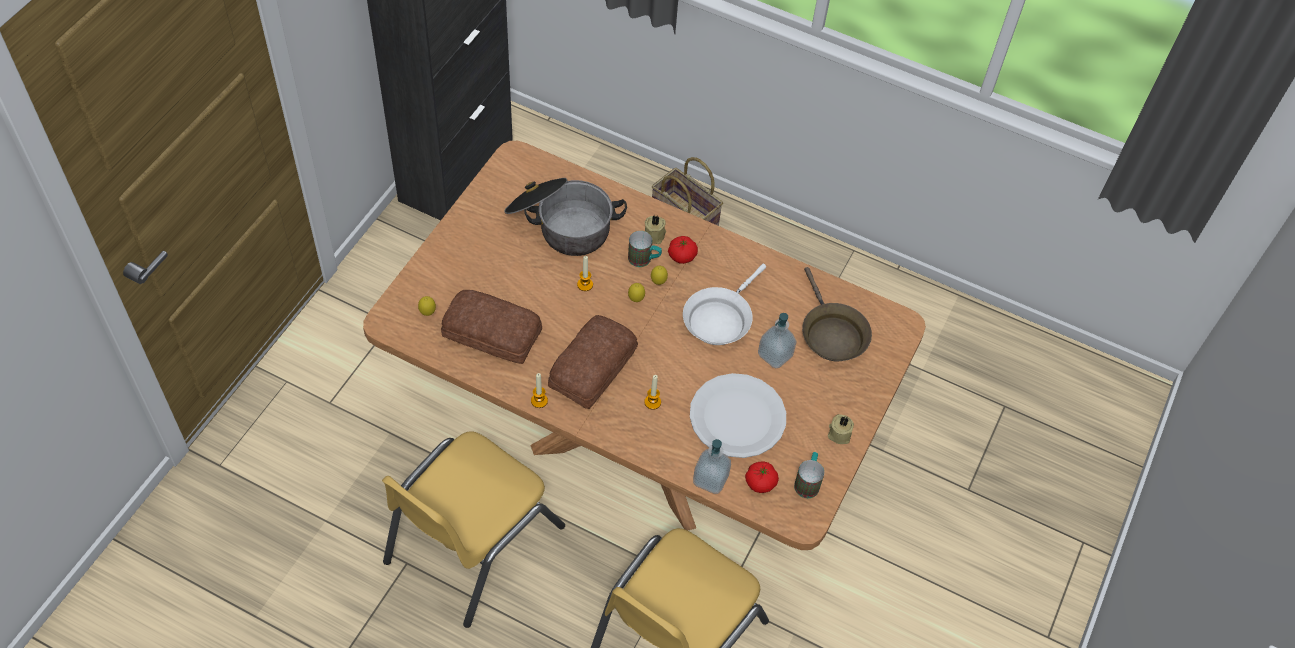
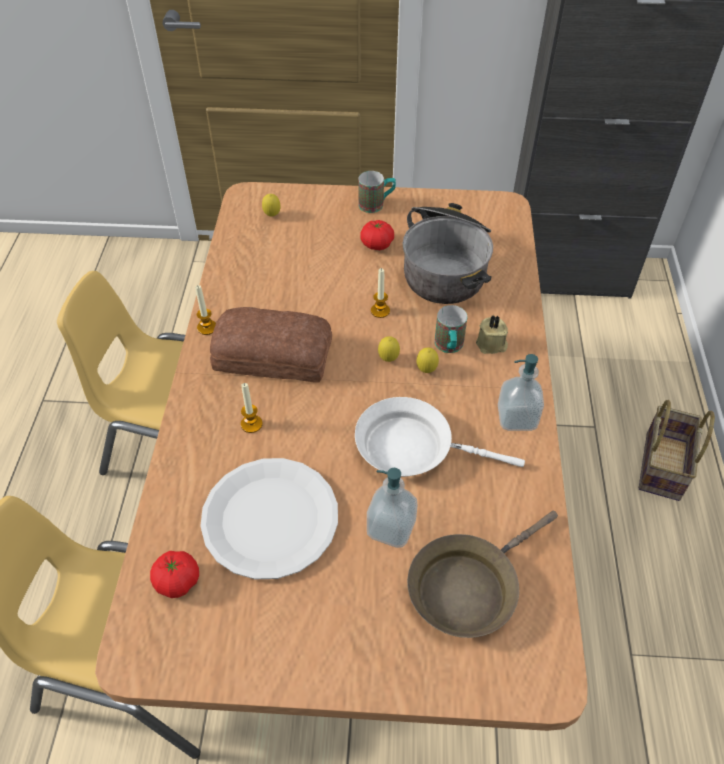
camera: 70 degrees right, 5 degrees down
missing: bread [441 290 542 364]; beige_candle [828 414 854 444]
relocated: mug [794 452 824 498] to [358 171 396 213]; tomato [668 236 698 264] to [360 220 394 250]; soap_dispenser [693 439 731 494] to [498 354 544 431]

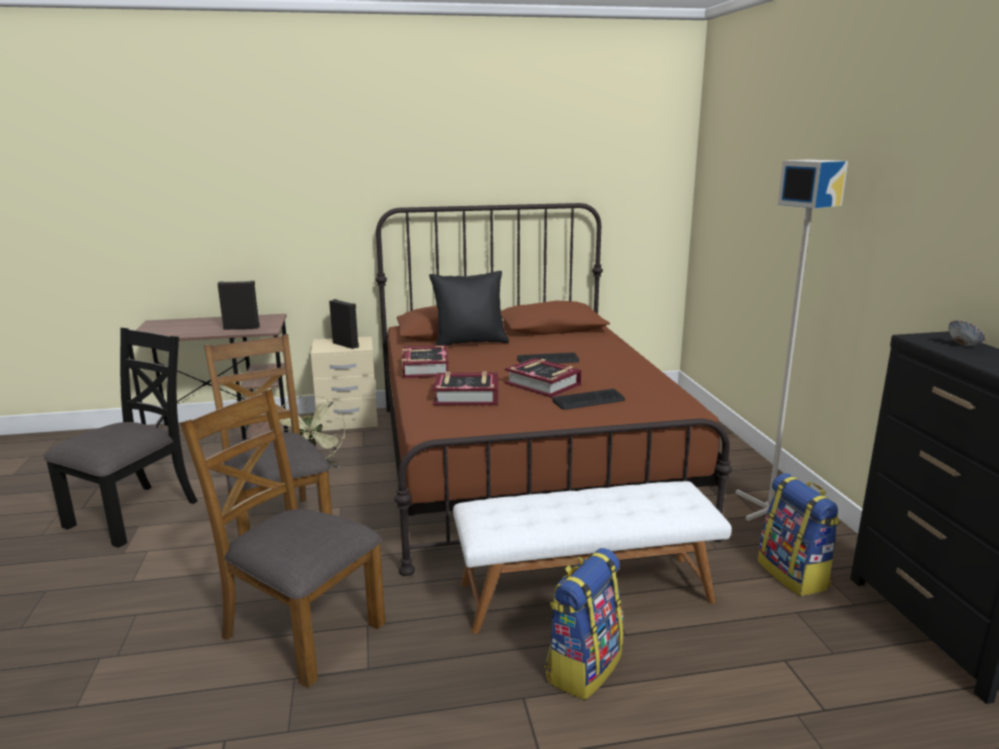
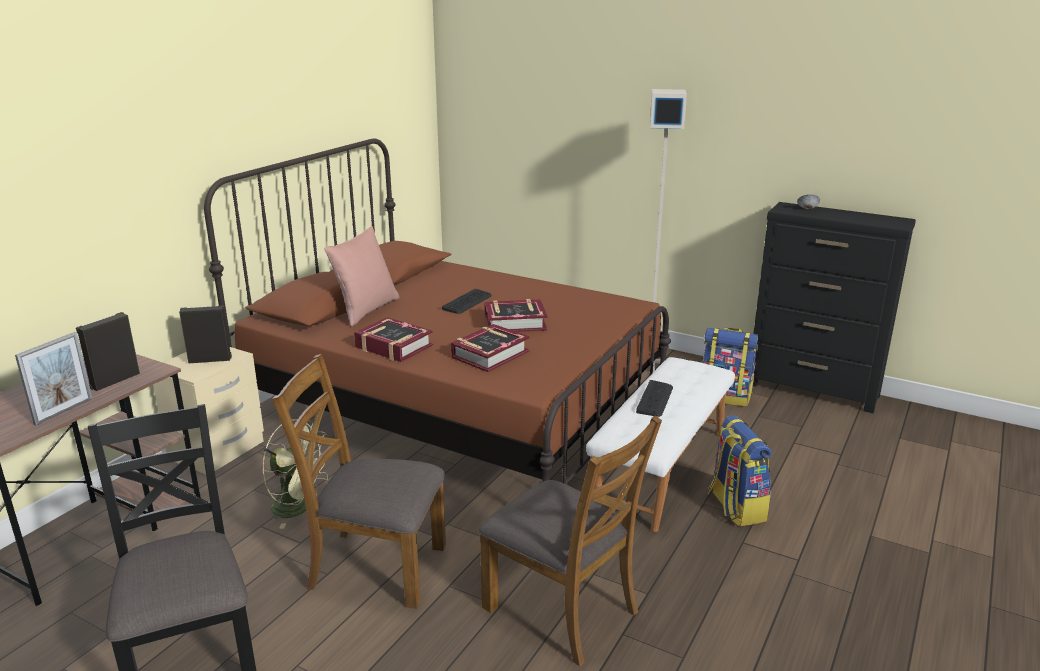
camera: 50 degrees left, 5 degrees up
appeared: picture_frame [15 332 93 426]
relocated: keyboard [553 389 625 410] to [636 380 673 417]
colour: black_pillow [429 271 509 346] to pink_pillow [324 226 399 326]
spun: brown_chair [180 389 385 688] = [478 415 662 666] 120 degrees counterclockwise

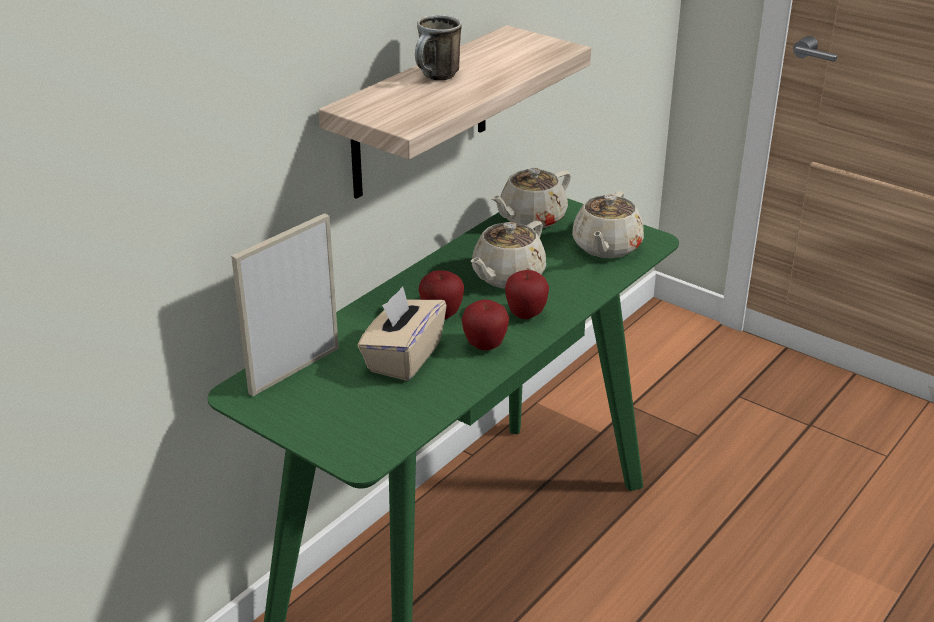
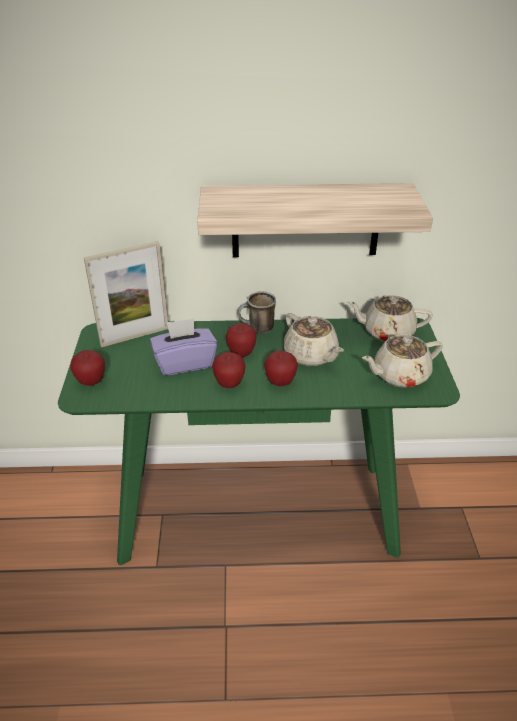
camera: 50 degrees right, 5 degrees up
appeared: apple [70 350 105 386]
relocated: mug [415 15 462 80] to [238 291 276 334]
colour: beige_tissue_box [357 286 447 381] to purple_tissue_box [150 318 217 375]
spun: picture_frame [231 213 339 396] = [84 241 168 347] 150 degrees clockwise; beige_teapot [471 221 546 289] = [284 313 344 366] 120 degrees counterclockwise

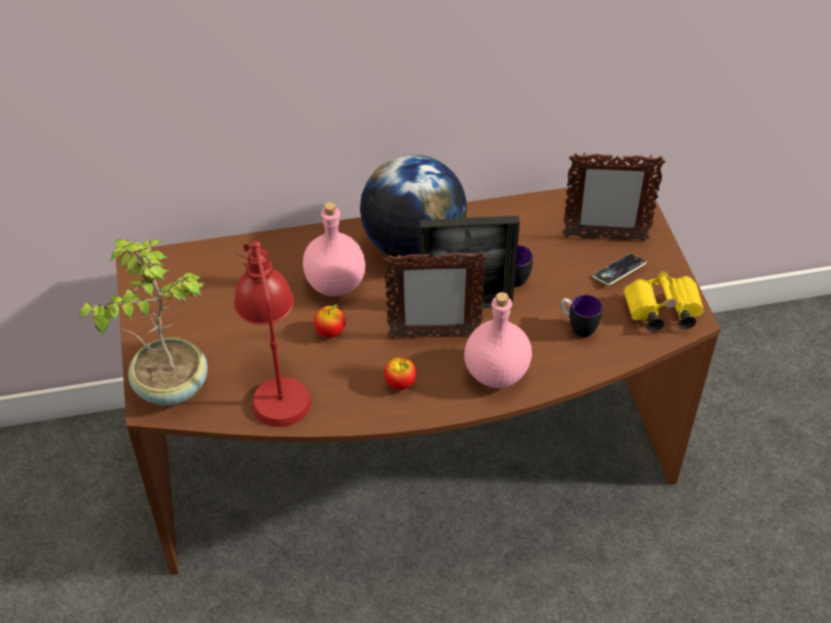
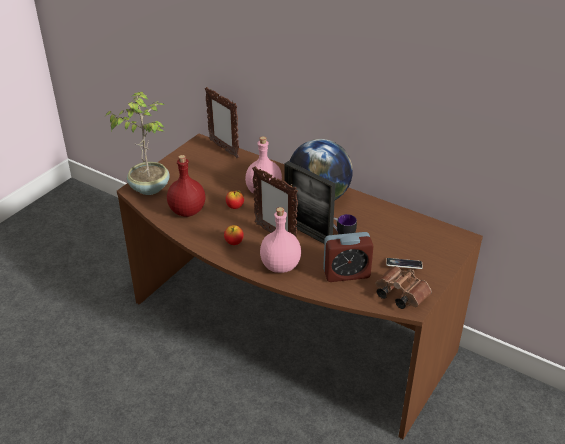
camera: 45 degrees right, 10 degrees down
relocated: picture_frame [563 153 665 241] to [205 87 239 158]
exchanged: red_table_lamp [234 241 311 427] to red_bottle [167 155 206 217]; mug [560 295 602 338] to alarm_clock [323 232 374 282]
colour: yellow_binoculars [623 271 704 331] to brown_binoculars [375 266 432 309]

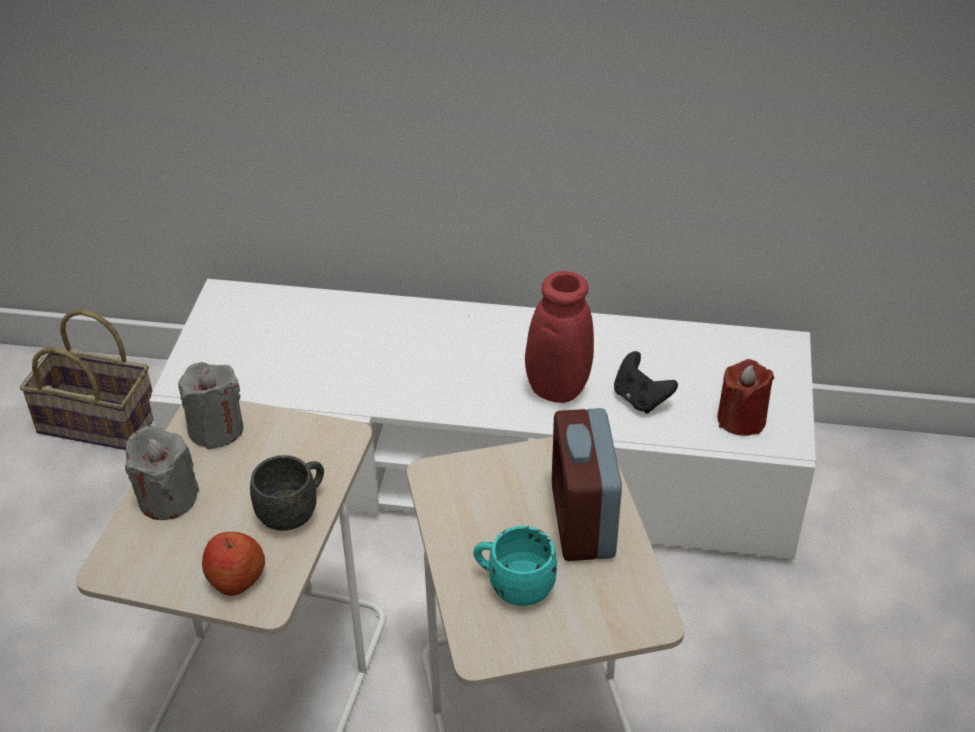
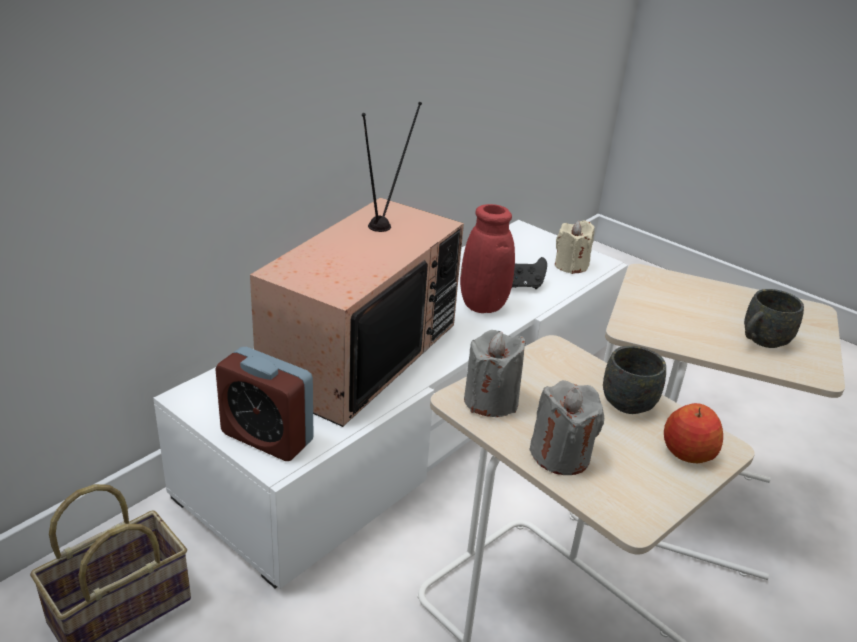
camera: 60 degrees left, 10 degrees down
appeared: television [250 102 464 427]
relocated: alarm_clock [552 408 622 561] to [215 347 313 461]
colour: red_candle [717 359 774 436] to beige_candle [555 220 595 274]; turquoise_mug [473 526 557 606] to grey_mug [744 289 804 348]

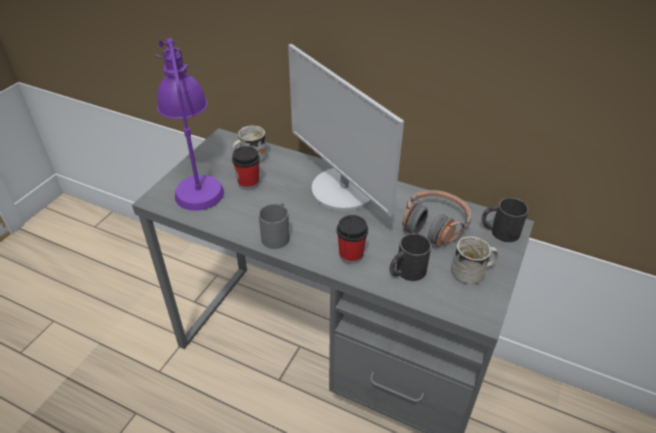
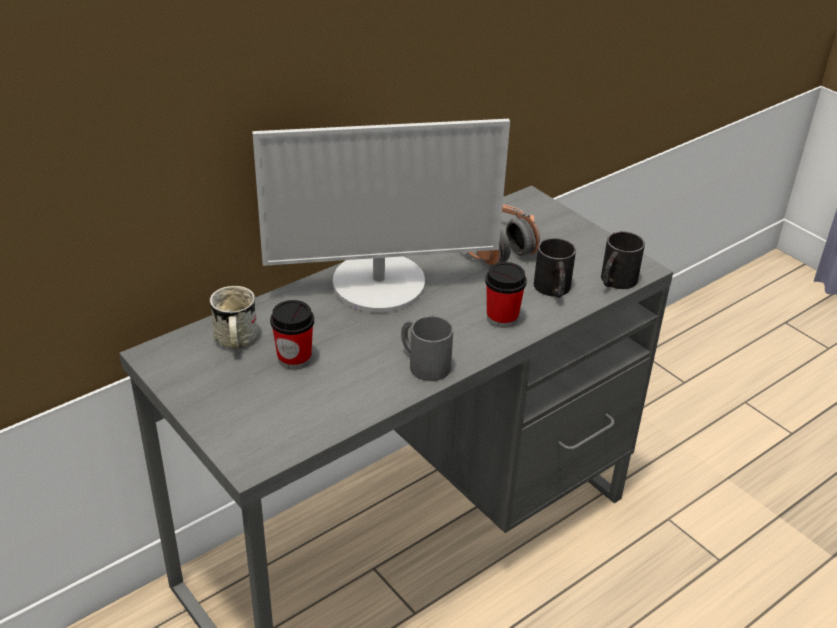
camera: 65 degrees left, 5 degrees down
missing: purple_table_lamp [154 38 224 211]; white_mug [451 236 498 284]
relocated: black_mug [482 198 529 242] to [601 231 645 289]

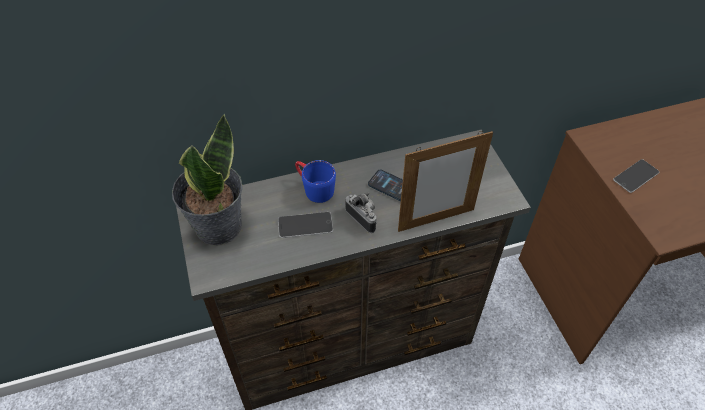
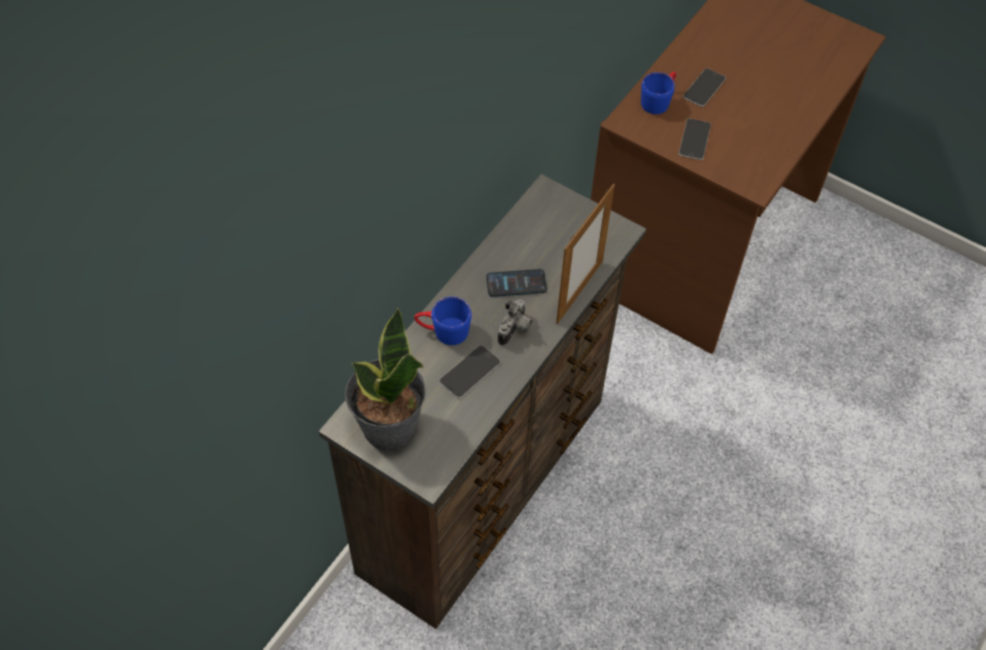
camera: 40 degrees left, 5 degrees up
appeared: blue_mug [641 72 676 114]; phone [683 68 726 107]
spun: photo_camera [345 192 377 233] = [498 299 532 346] 105 degrees clockwise

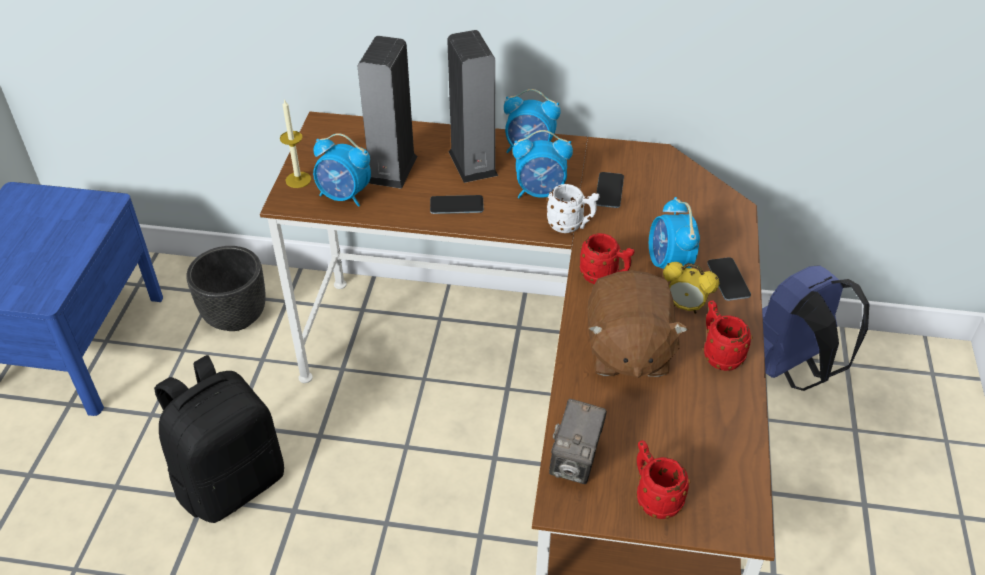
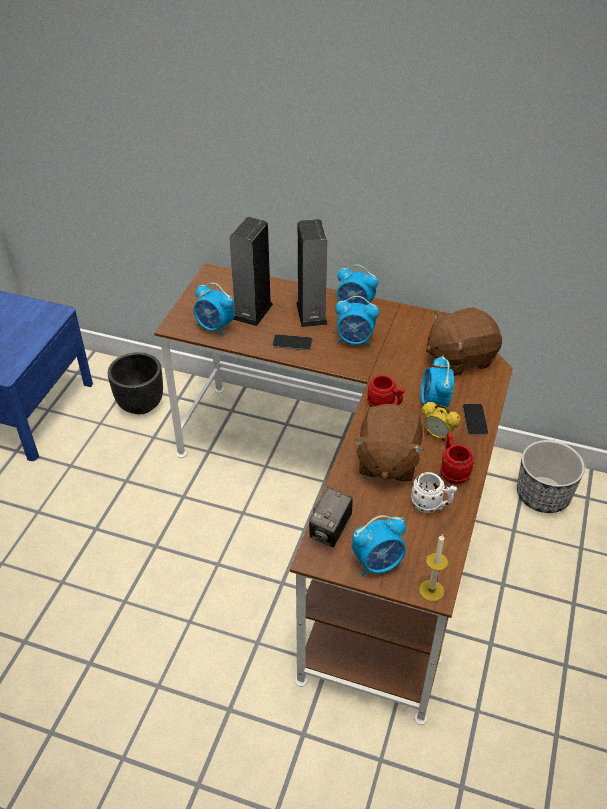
camera: 10 degrees right, 0 degrees up
missing: black_backpack [154 355 284 523]; phone [596 172 624 208]
appeared: brown_plush_toy [426 307 502 376]
relocated: white_mug [547 184 599 233] to [411 472 457 513]; candle [280 99 311 188] to [419 535 448 601]
exchanged: red_mug [636 440 690 519] to alarm_clock [352 515 406 576]; blue_backpack [762 266 869 391] to planter [517 440 585 513]

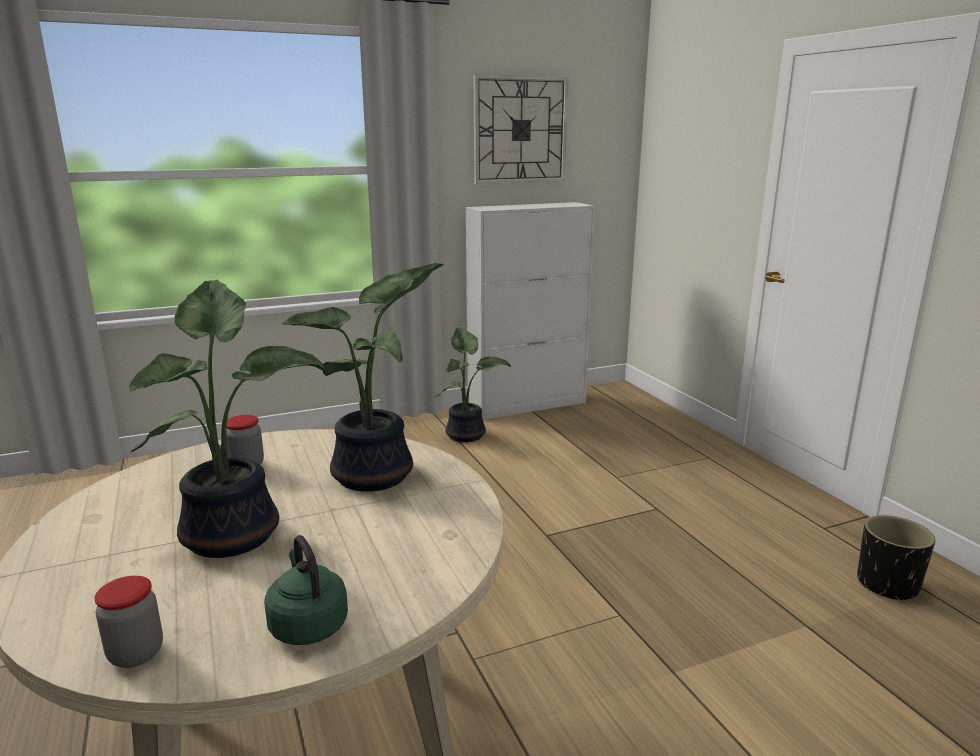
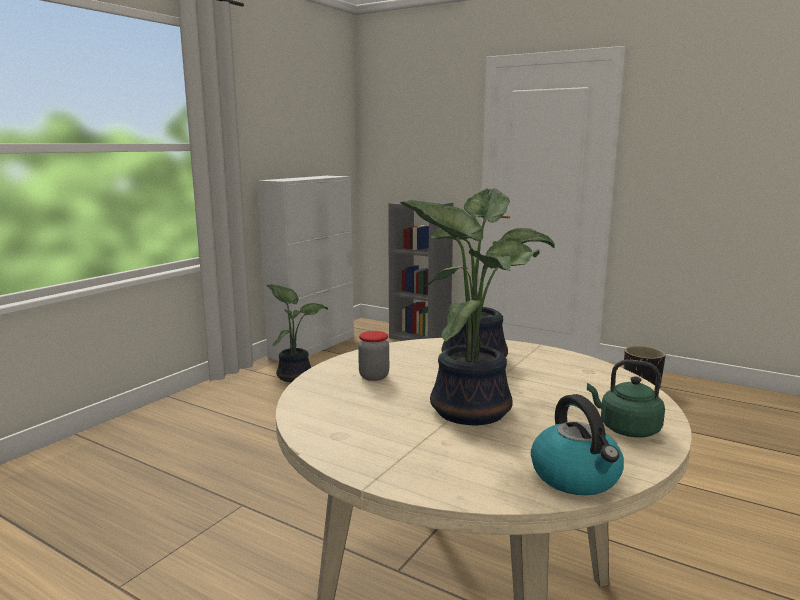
camera: 35 degrees left, 5 degrees down
missing: wall_clock [474 74 569 184]
appeared: grey_bookcase [388 200 454 341]
exchanged: jar [94 576 163 668] to kettle [531 394 624 495]

